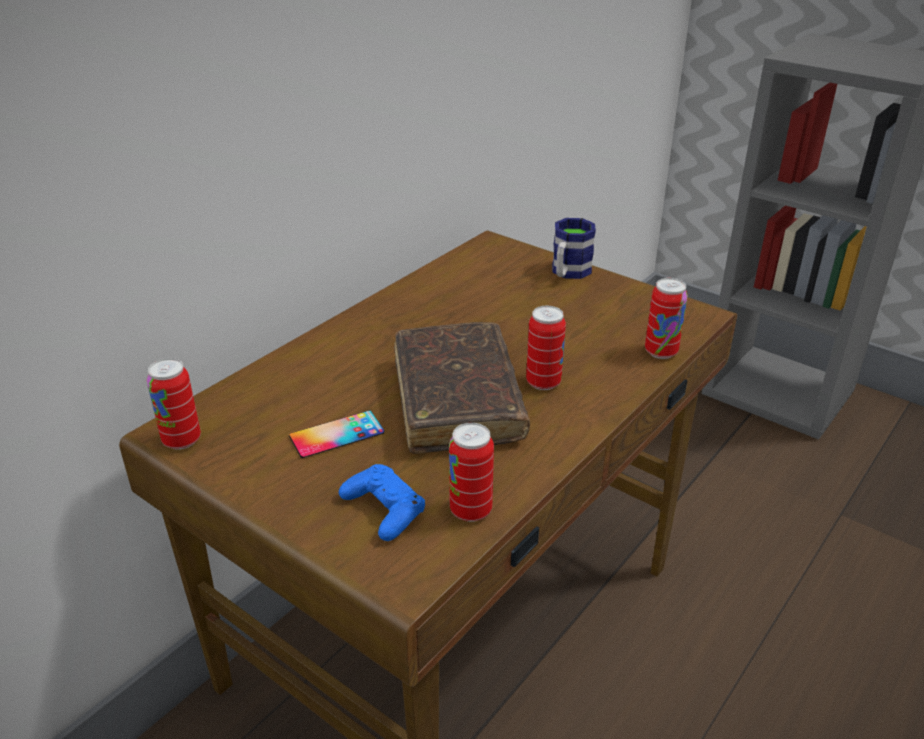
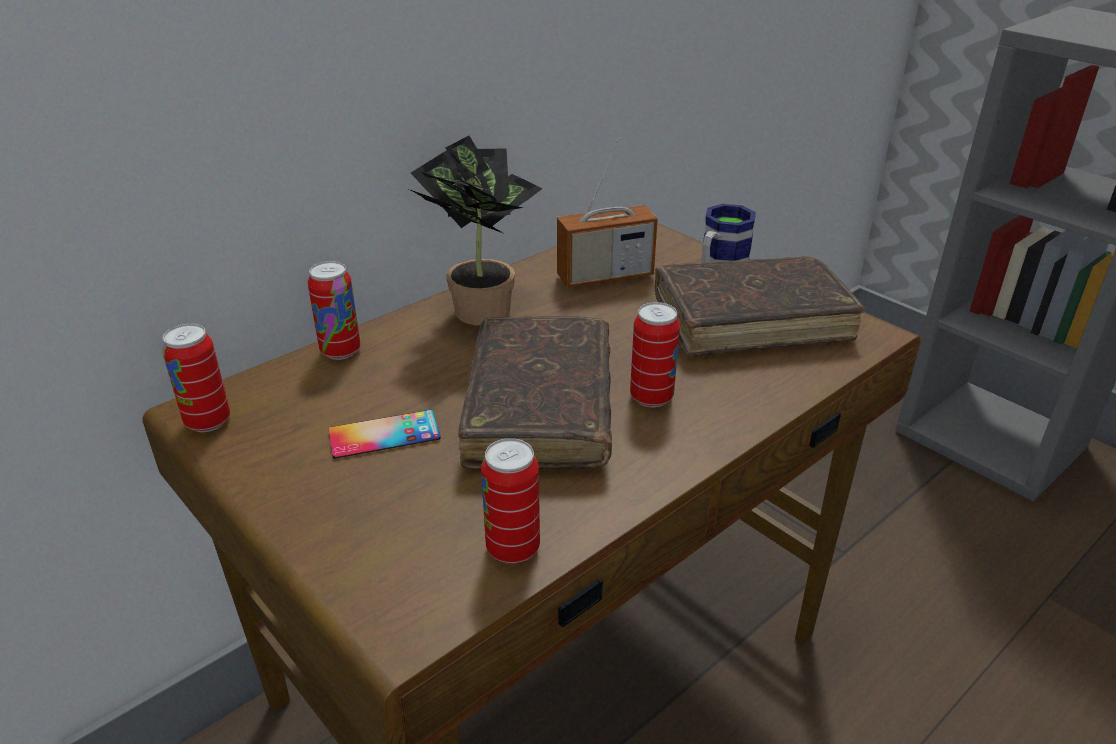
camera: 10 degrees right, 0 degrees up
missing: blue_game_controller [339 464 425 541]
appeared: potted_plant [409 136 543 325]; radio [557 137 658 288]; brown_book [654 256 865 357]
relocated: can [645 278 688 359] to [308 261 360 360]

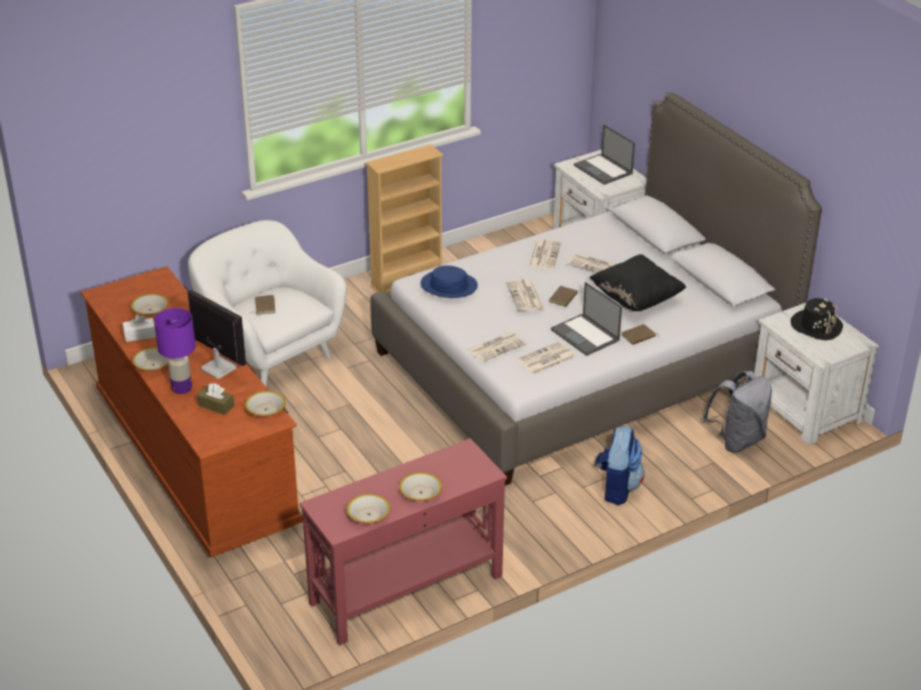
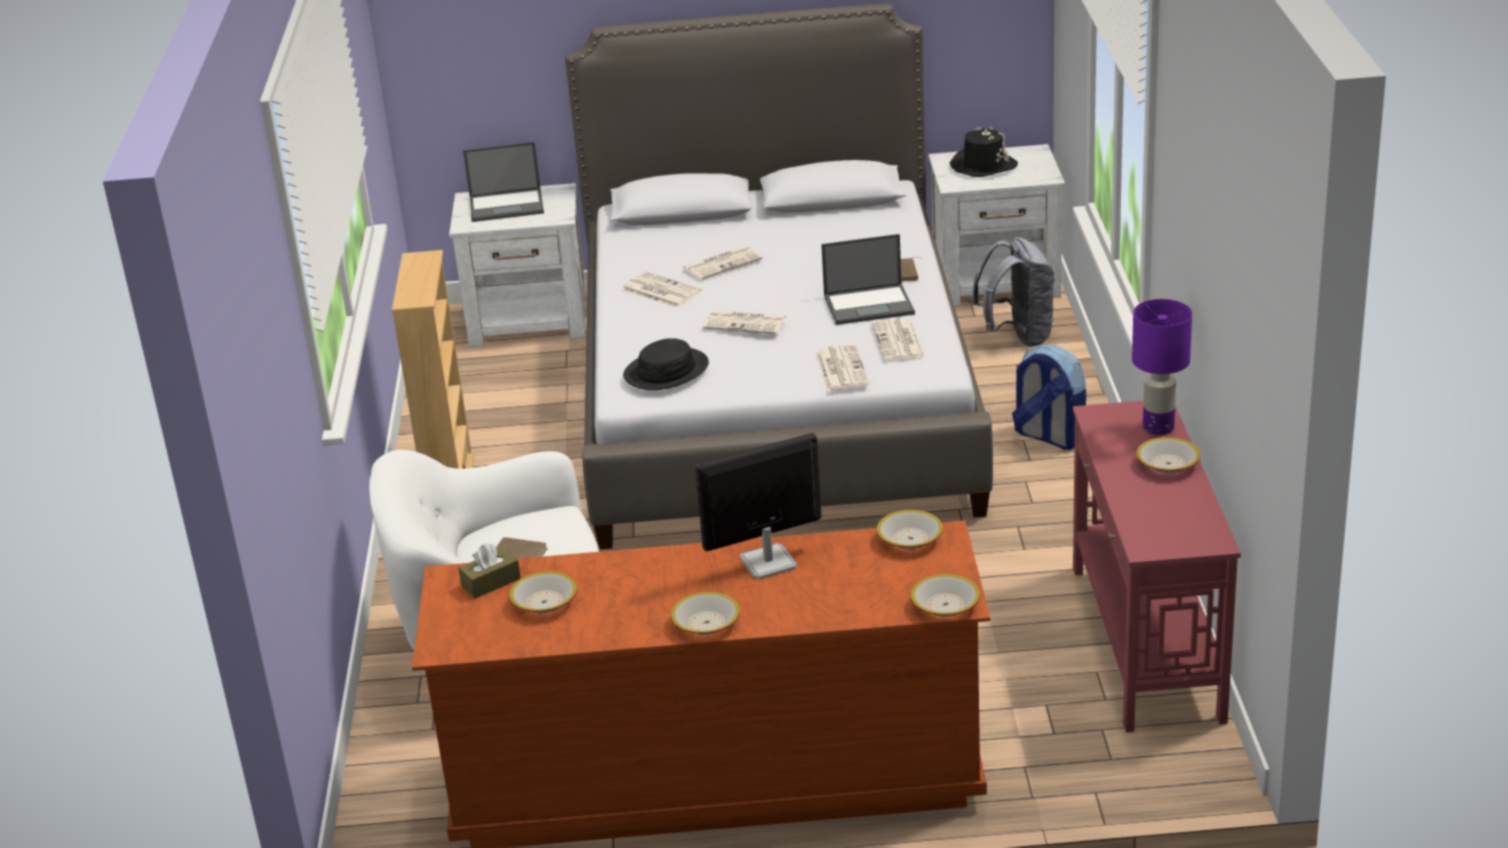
camera: 60 degrees left, 5 degrees down
missing: white_tissue_box [122 315 156 342]; brown_book [549 286 583 307]; black_pillow [589 254 686 311]
relocated: brown_tissue_box [197 383 234 415] to [458 543 521 598]; bowl [346 494 390 524] to [910 574 980 617]; purple_table_lamp [154 308 196 394] to [1132 299 1192 435]
colour: blue_hat [421 265 478 298] to black_hat [623 338 709 390]

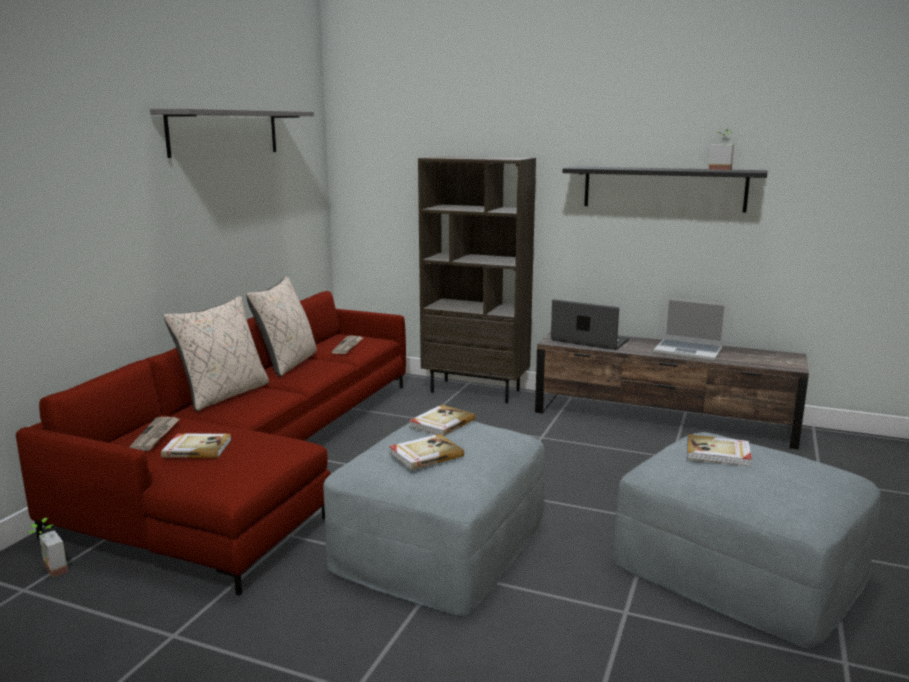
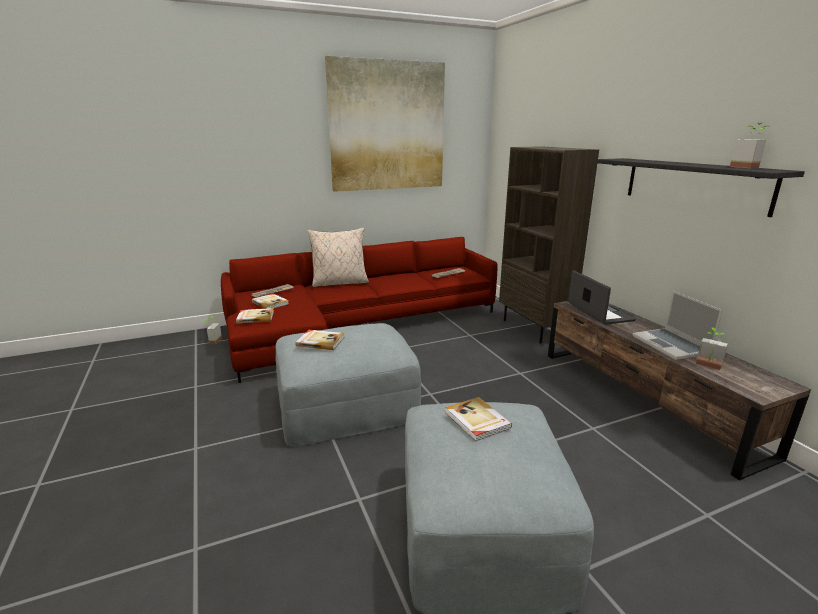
camera: 45 degrees right, 5 degrees up
missing: beige_pillow [246 277 317 377]
appeared: potted_plant [696 328 728 370]
relocated: book [409 405 476 436] to [236 308 274 323]
exchanged: grey_shelf [150 109 314 158] to picture [325 56 445 192]

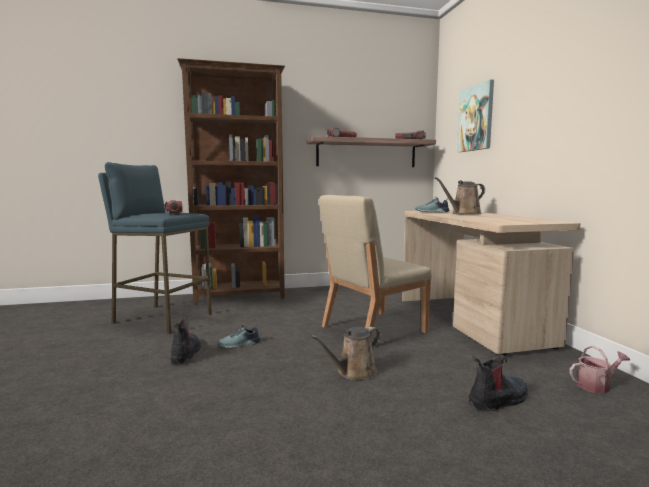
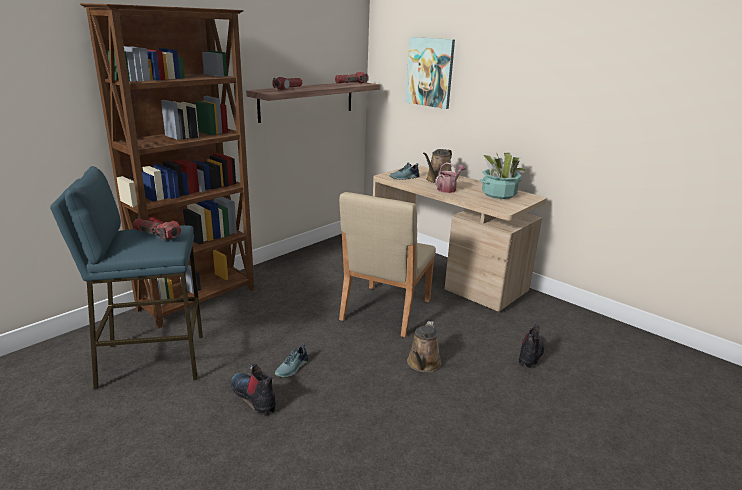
camera: 35 degrees left, 15 degrees up
appeared: potted_plant [480 152 527 199]
relocated: watering_can [569 346 630 393] to [435 162 465 193]

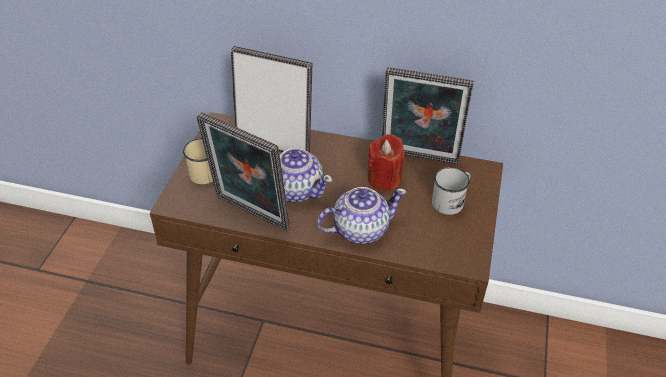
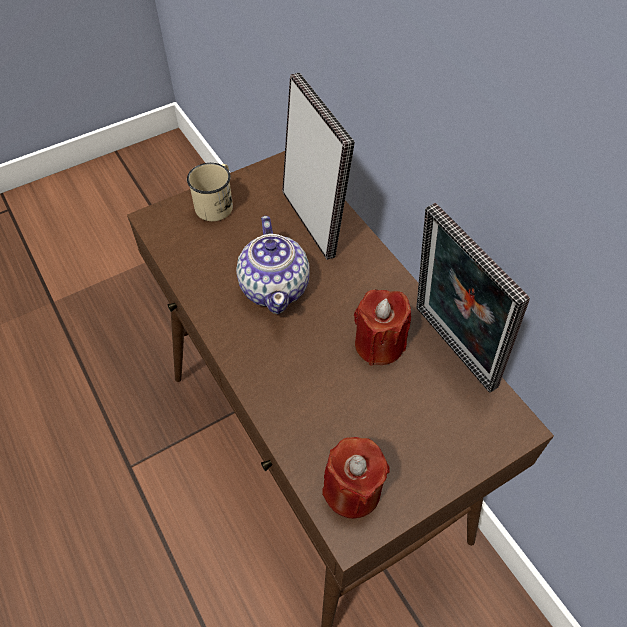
camera: 45 degrees right, 10 degrees up
missing: picture_frame [197 112 290 230]; teapot [317 187 407 244]; white_mug [432 167 470 215]
appeared: red_candle [322 437 390 519]

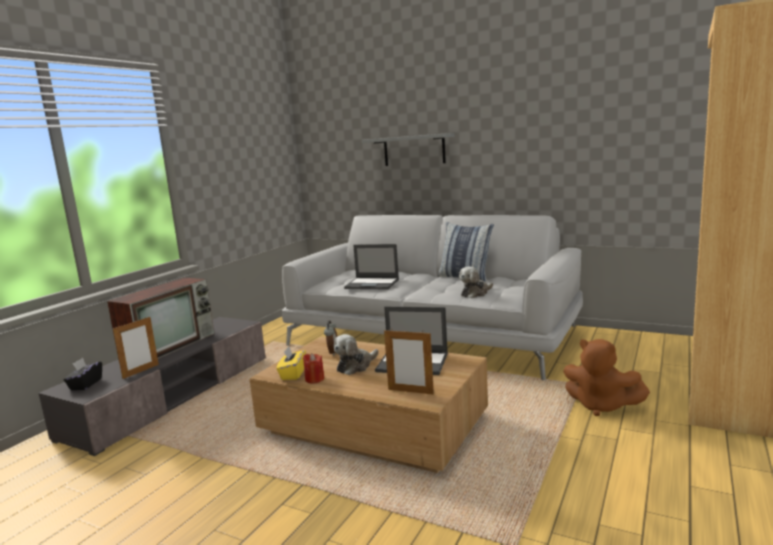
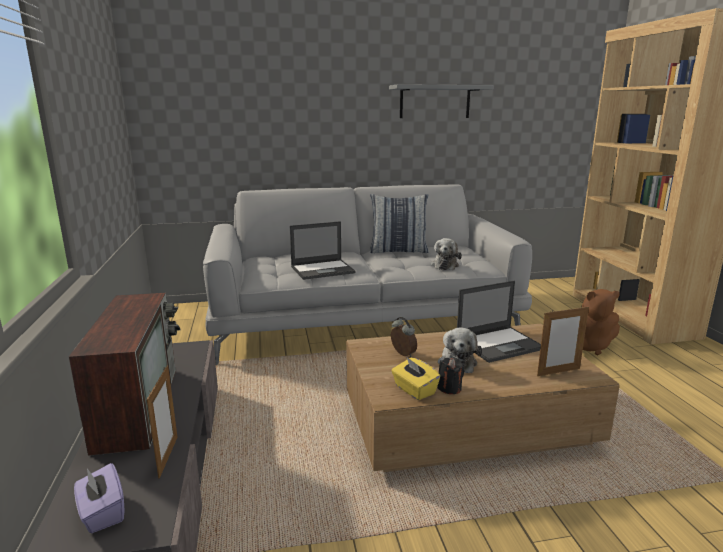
camera: 40 degrees left, 5 degrees up
relocated: grey_shelf [362 133 455 166] to [389 84 494 118]
colour: black_tissue_box [63 358 102 390] to purple_tissue_box [74 463 125 533]; red_candle [303 353 324 383] to black_candle [437 358 465 394]

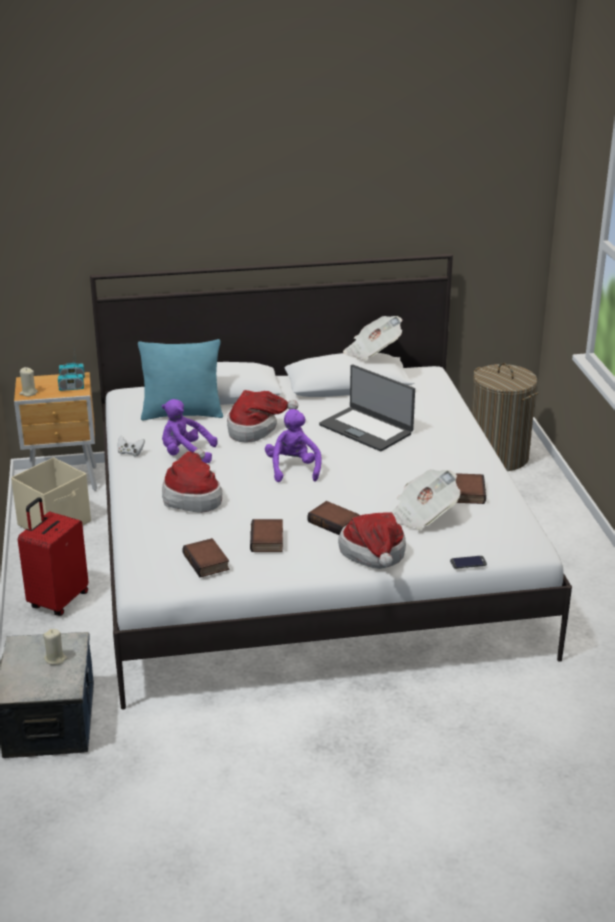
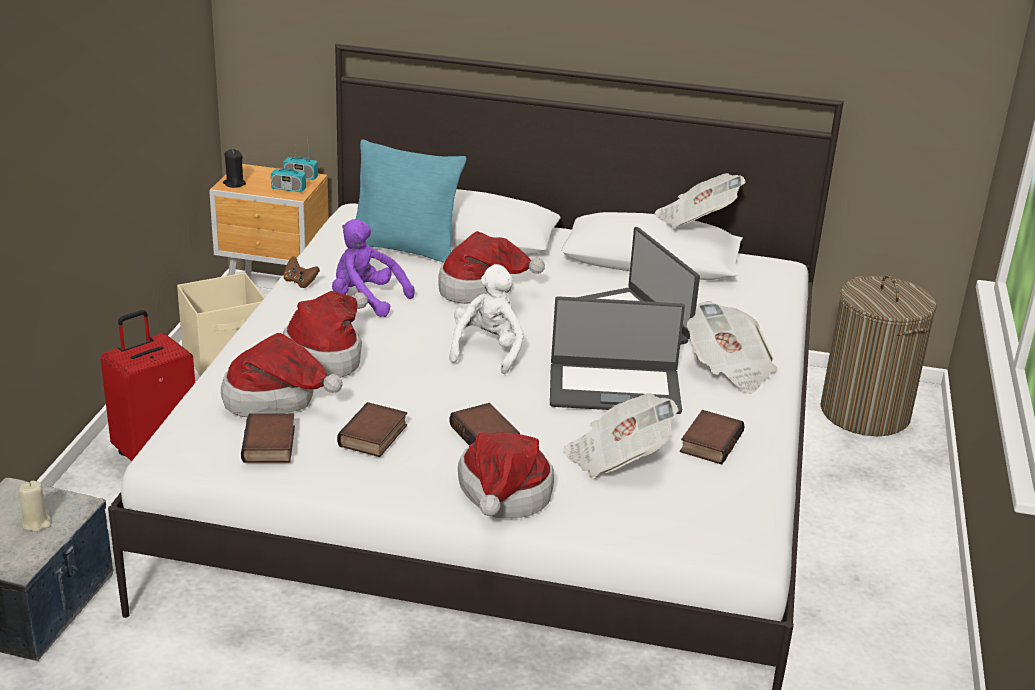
camera: 20 degrees right, 0 degrees up
missing: phone [450 556 487 569]
appeared: hat [221 333 343 417]; laptop [550 296 685 414]; newspaper [687 301 777 394]
colour: beige_candle [20 367 38 396] to black_candle [223 149 246 188]; white_game_controller [117 436 145 456] to brown_game_controller [283 256 320 288]; purple_plush_toy [265 409 322 482] to white_plush_toy [449 264 524 374]

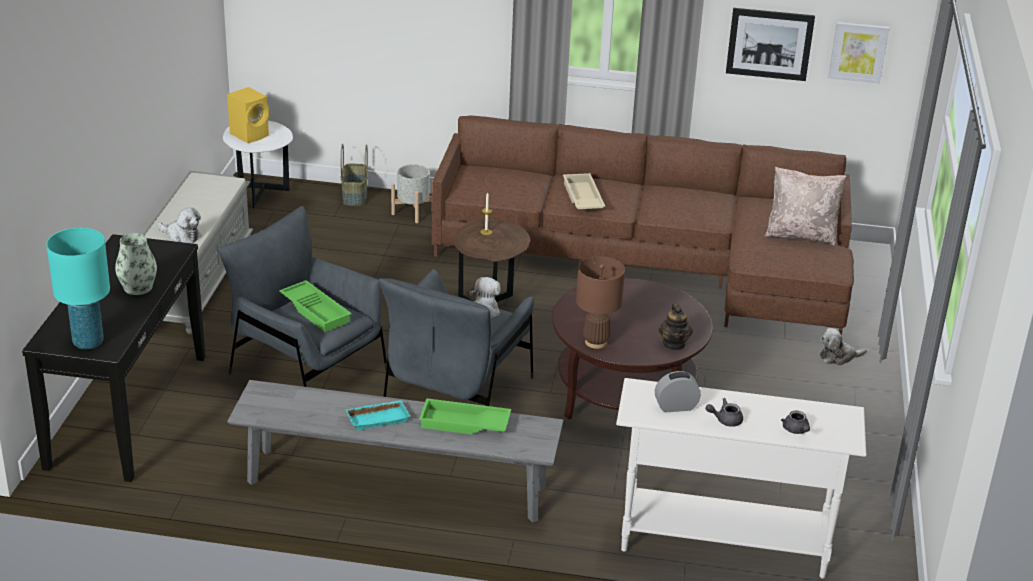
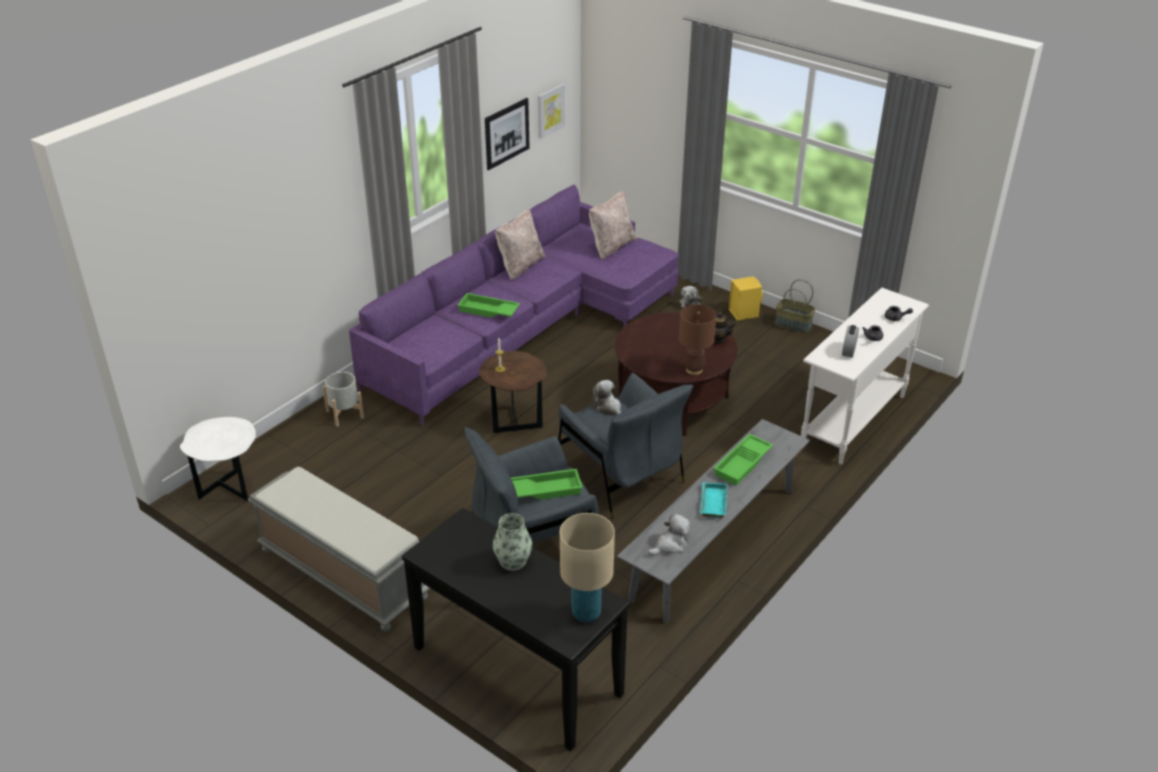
camera: 60 degrees left, 5 degrees up
appeared: beige_pillow [496 209 545 281]
relocated: plush_toy [158 208 201 243] to [648 513 690 556]; yellow_speaker [227 87 269 143] to [729 276 763 321]; basket [341 144 368 206] to [775 279 815 333]
colour: brown_sofa [431 115 854 335] to purple_sofa [349 185 679 426]; beige_tray [563 173 605 209] to green_tray [457 293 520 318]; turquoise_table_lamp [46 228 110 349] to beige_table_lamp [560 513 615 622]

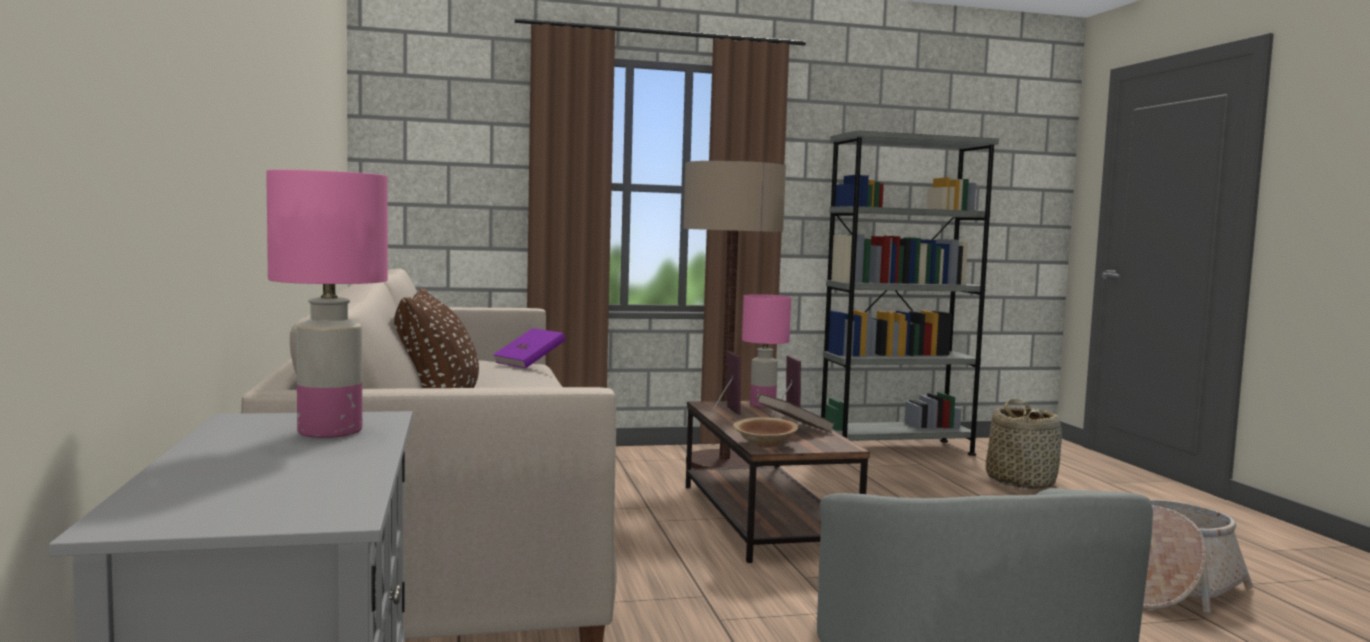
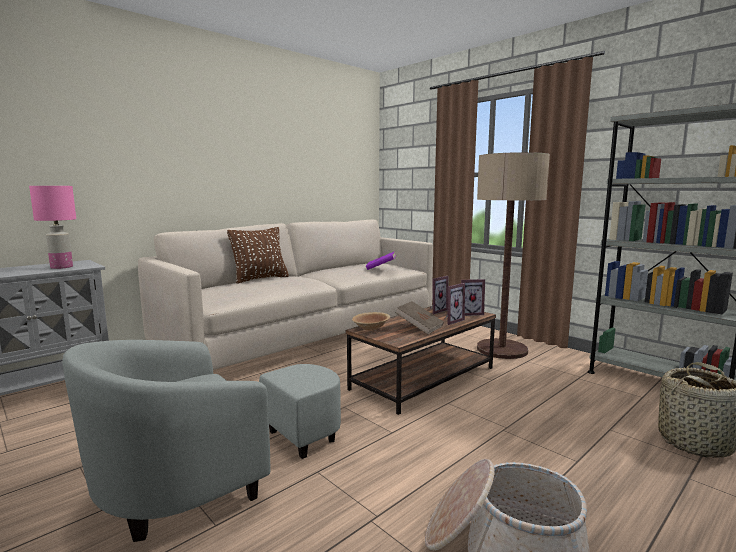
camera: 60 degrees right, 5 degrees up
exchanged: pink_table_lamp [742 294 791 408] to picture_frame [461 279 485 316]

